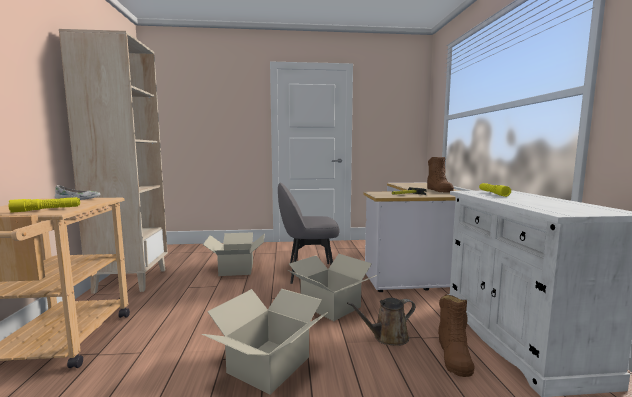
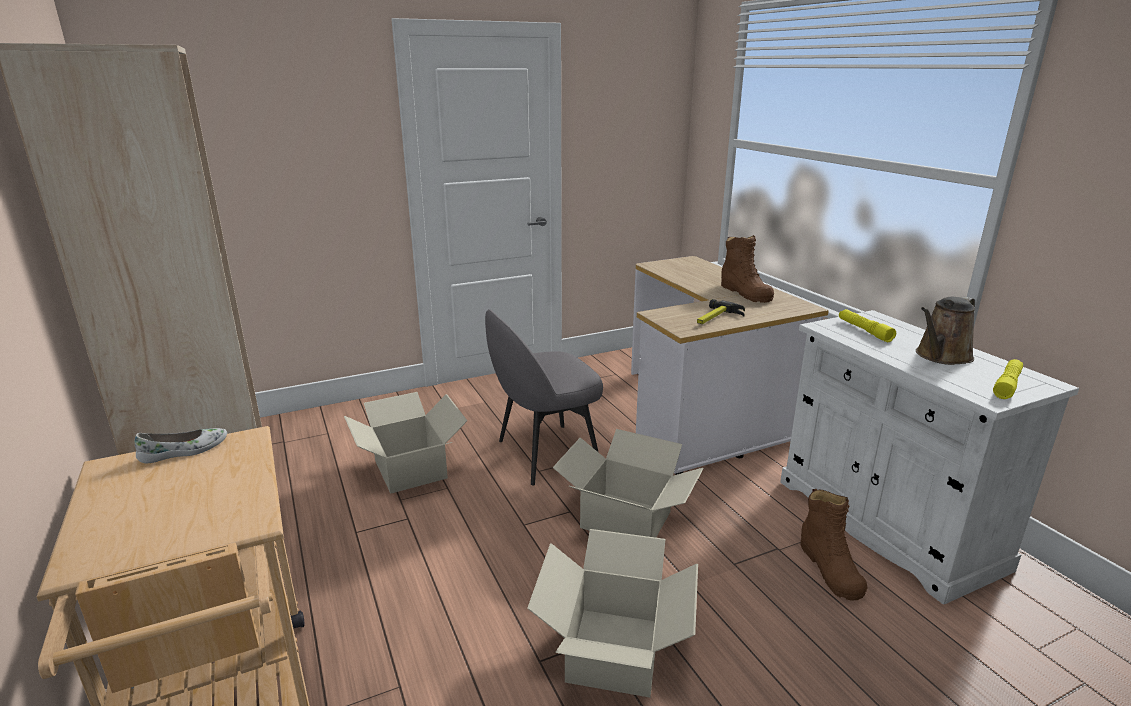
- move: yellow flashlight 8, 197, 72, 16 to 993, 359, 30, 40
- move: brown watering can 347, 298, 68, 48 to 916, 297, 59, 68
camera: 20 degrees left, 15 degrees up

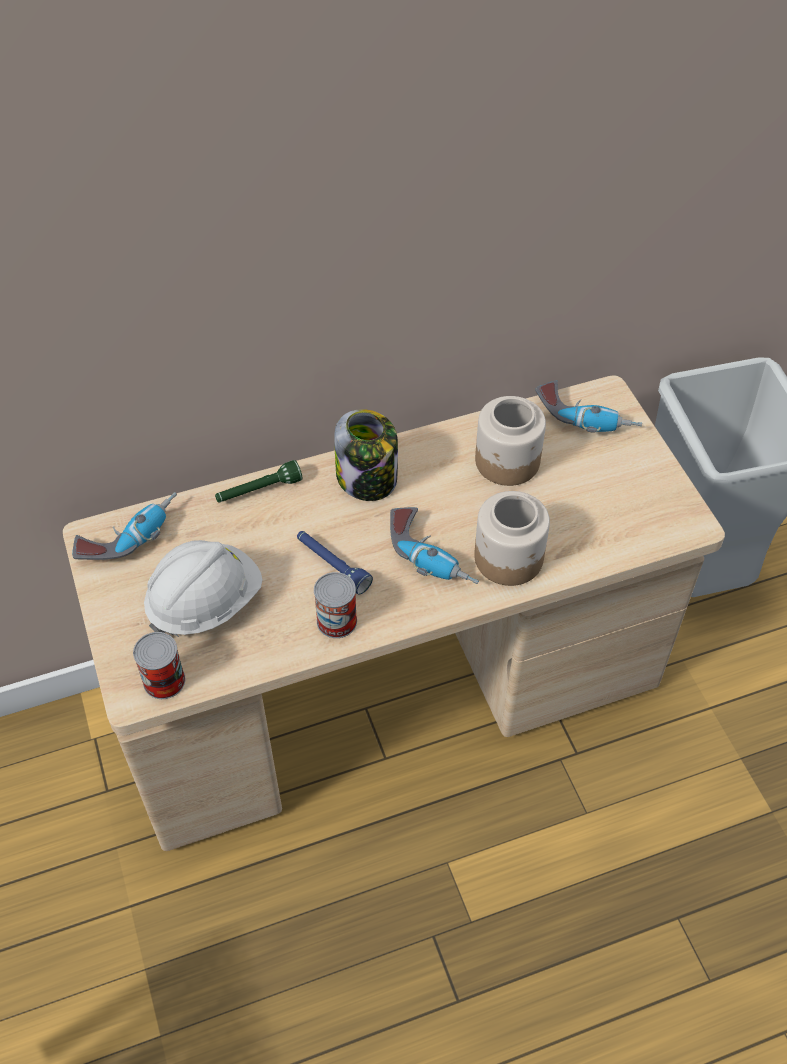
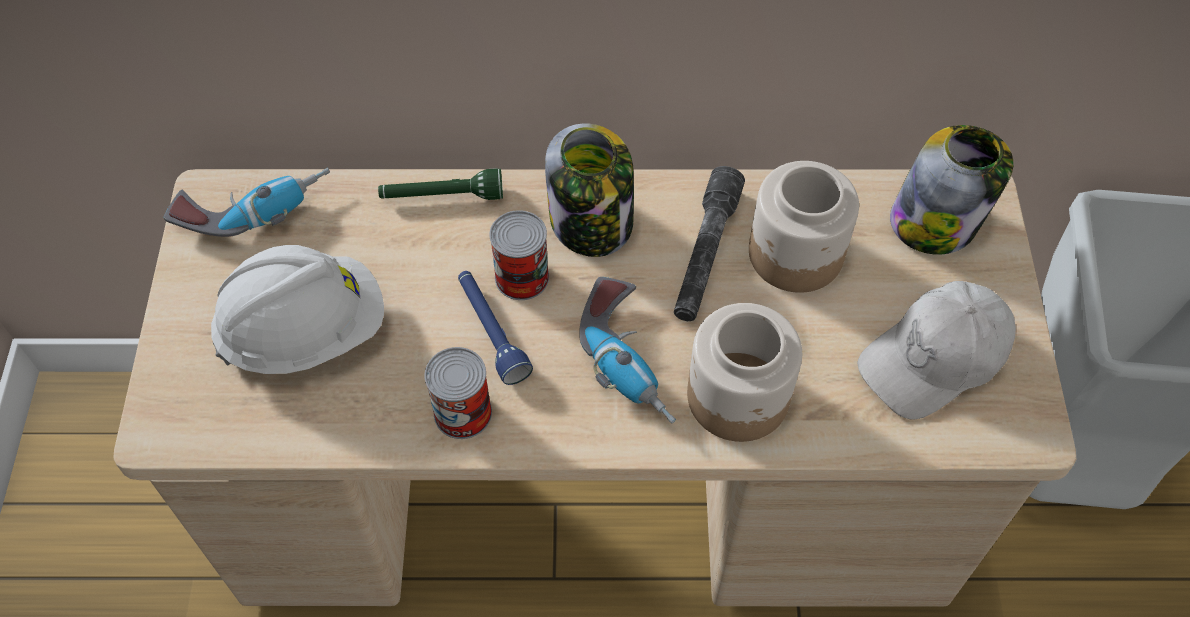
- insert: grey flashlight 674, 166, 71, 155
- insert: white cap 857, 281, 159, 139
- move: can 133, 632, 52, 67 to 489, 210, 60, 90
- replace: power drill 535, 380, 107, 53 to jar 890, 125, 123, 130
camera: 20 degrees right, 5 degrees up

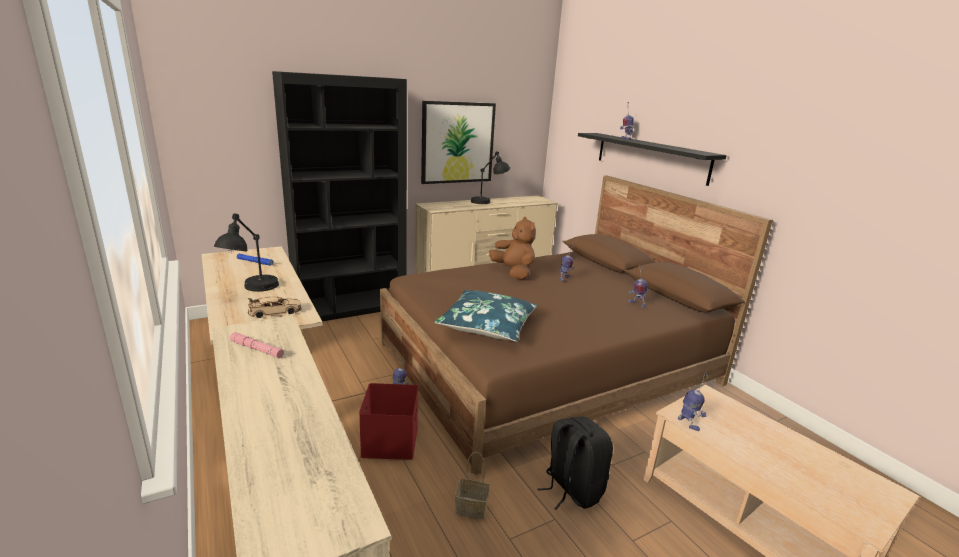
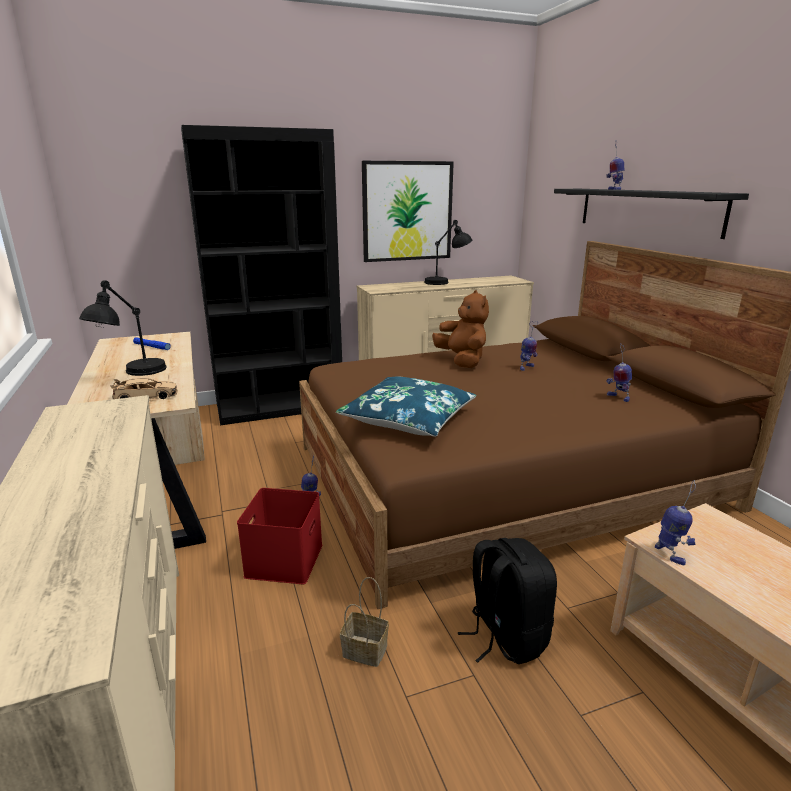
- delete: pink flashlight 230, 332, 54, 26
camera: 10 degrees right, 0 degrees up

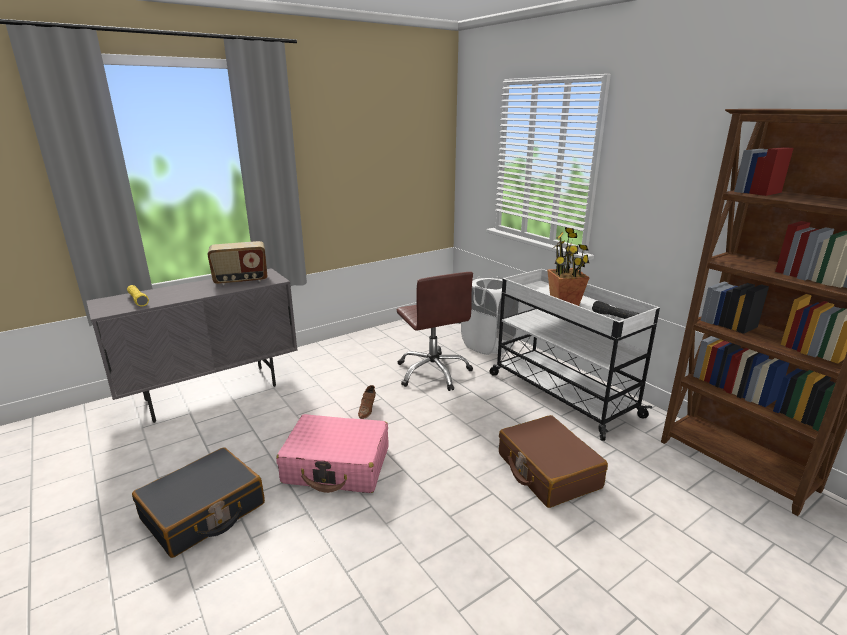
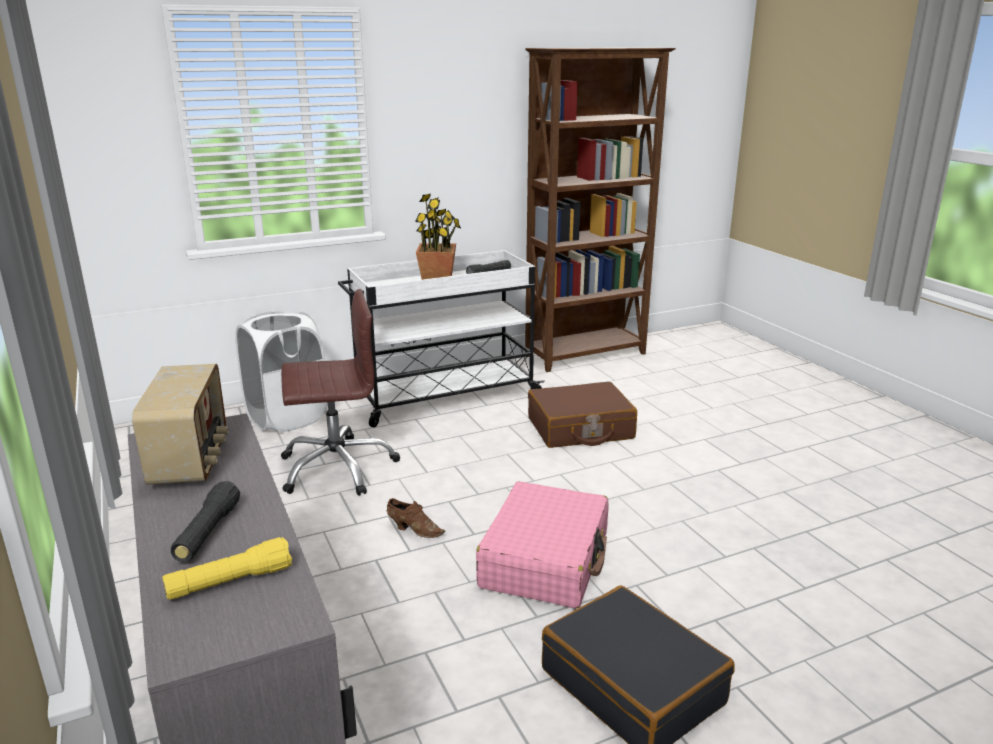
- insert: black flashlight 171, 481, 69, 81
camera: 80 degrees left, 0 degrees up

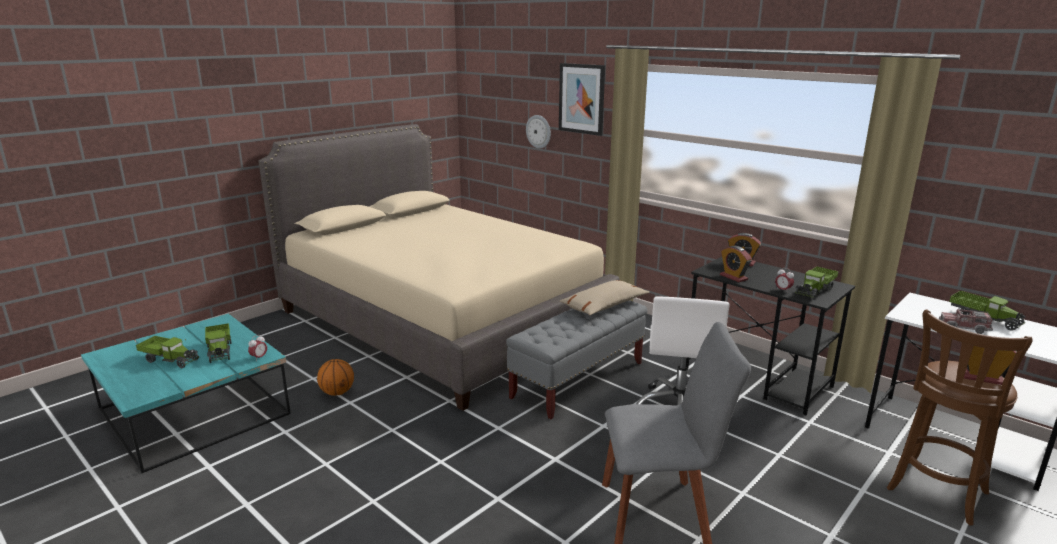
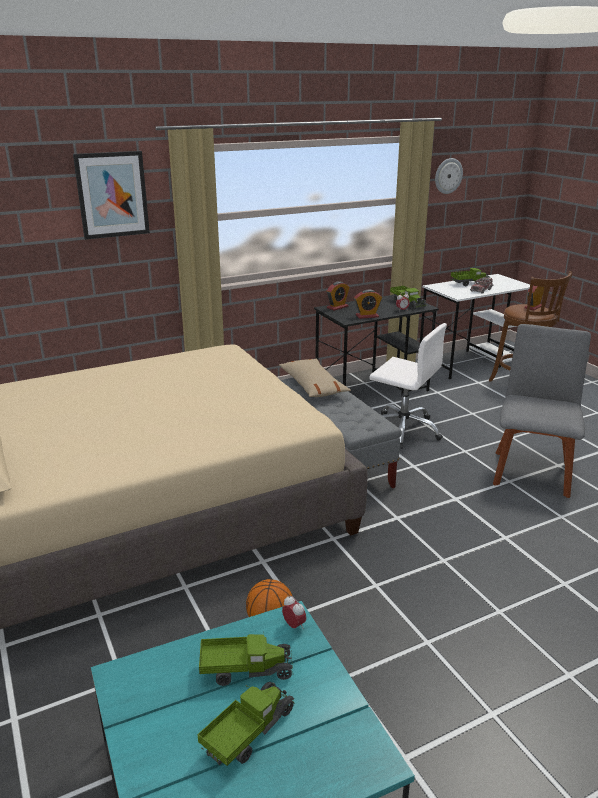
- move: wall clock 526, 115, 25, 34 to 435, 158, 28, 36
camera: 70 degrees left, 5 degrees up

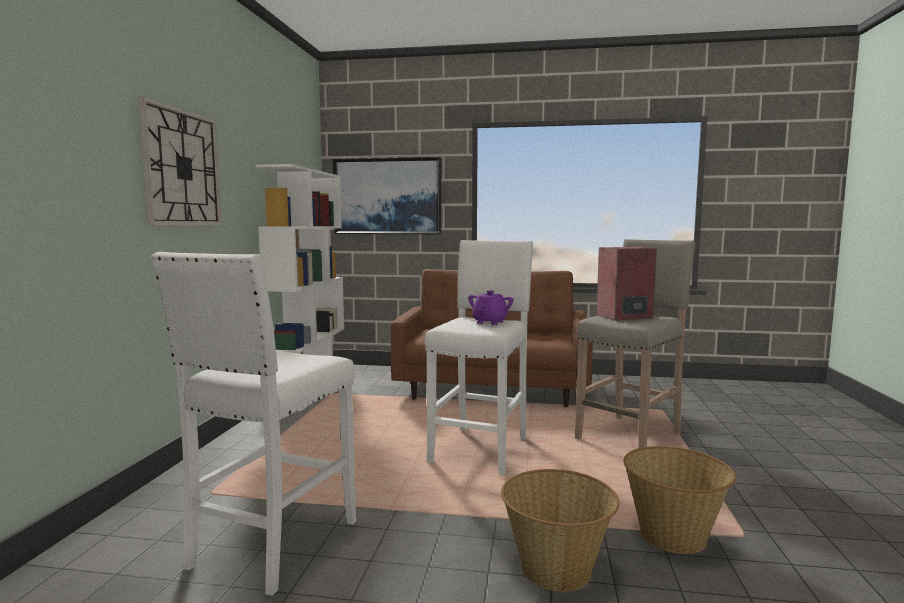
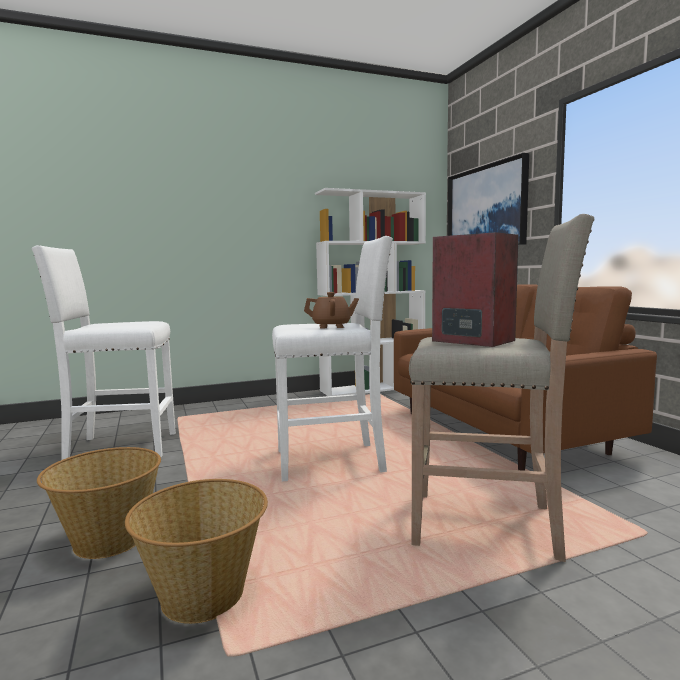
- delete: wall clock 138, 97, 84, 129
- recolor: purple teapot 468, 290, 45, 35 to brown teapot 304, 292, 55, 37
camera: 60 degrees right, 0 degrees up

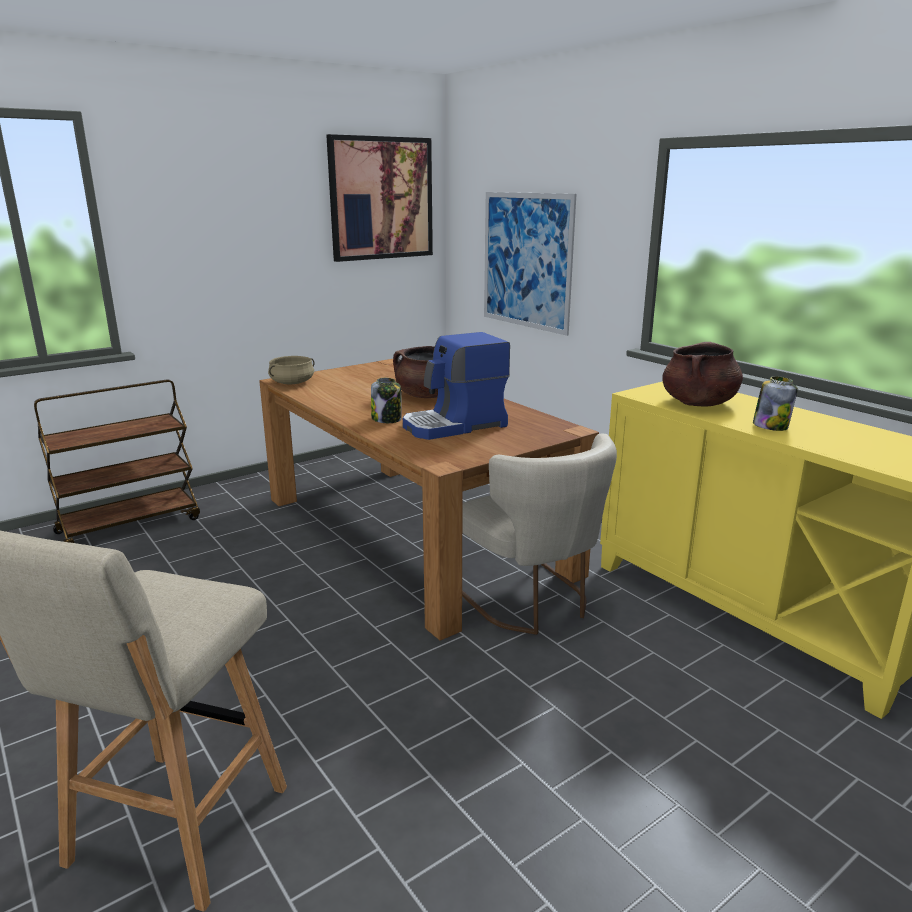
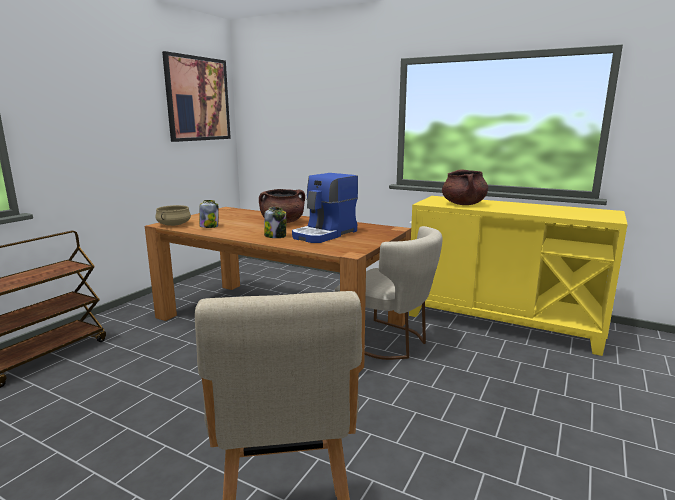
- delete: picture 484, 192, 92, 144
- move: jar 753, 376, 45, 55 to 199, 200, 19, 28
camera: 25 degrees left, 5 degrees down

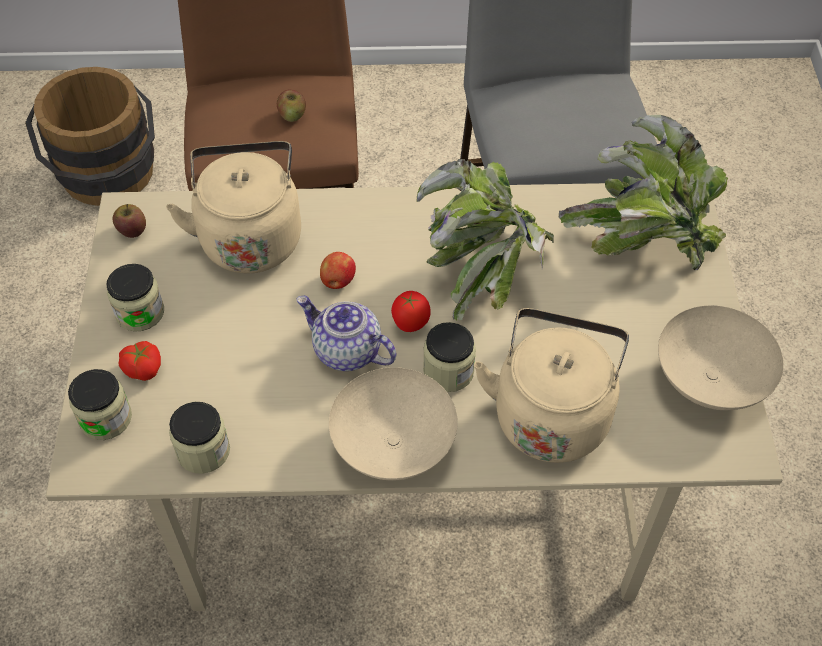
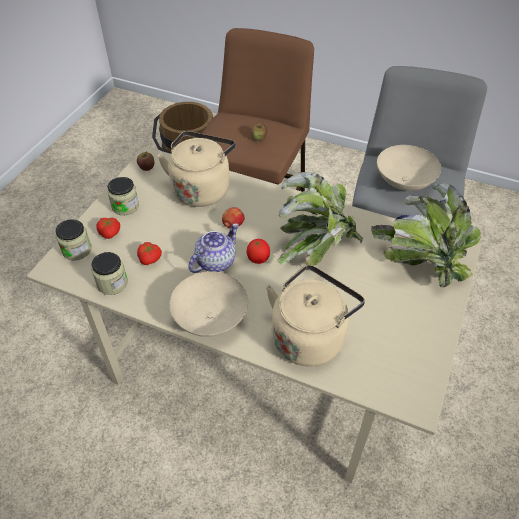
- delete: jar 423, 322, 53, 70
- insert: tomato 137, 242, 25, 23
- move: beige bowl 658, 305, 126, 105 to 377, 145, 64, 46
- rotate: teapot 297, 296, 99, 75 = 189, 223, 50, 50 75 degrees clockwise
camera: 25 degrees right, 5 degrees down

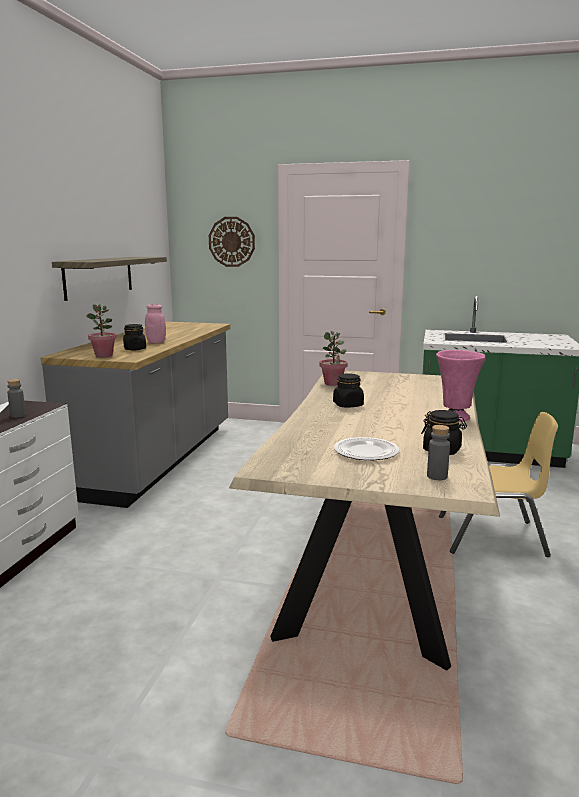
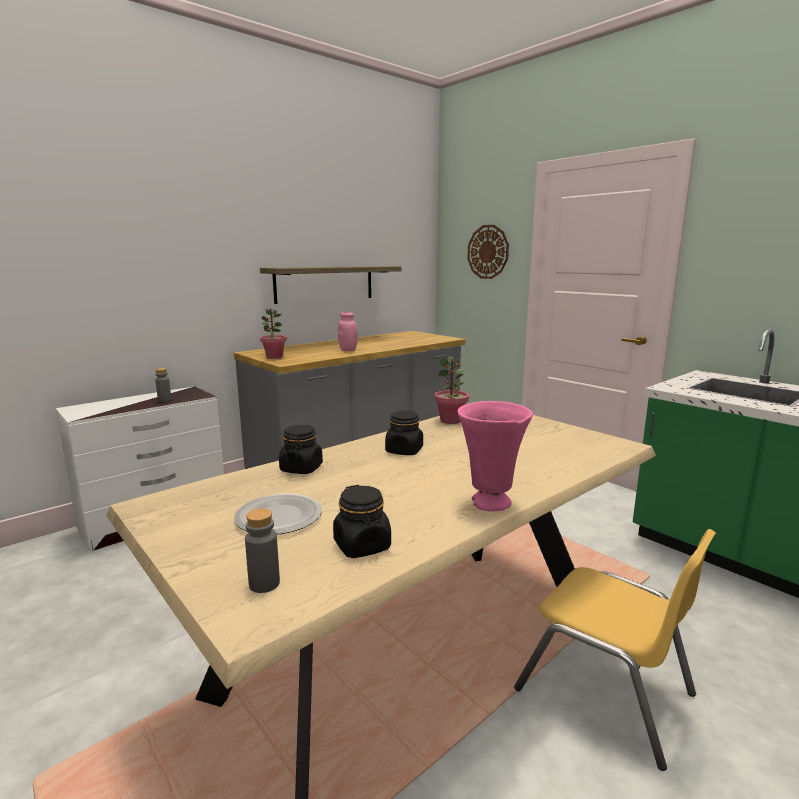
- move: black jar 123, 324, 23, 26 to 279, 425, 44, 49
camera: 35 degrees right, 0 degrees up

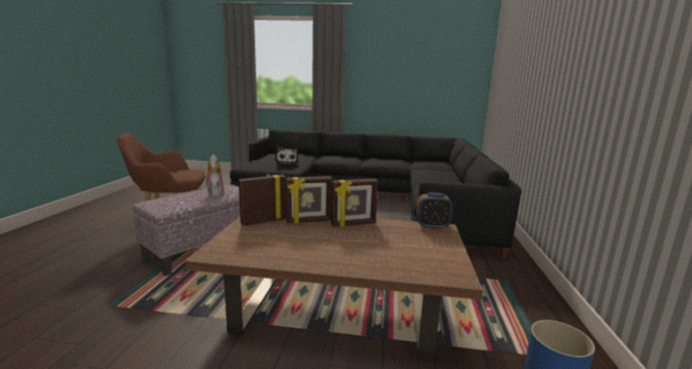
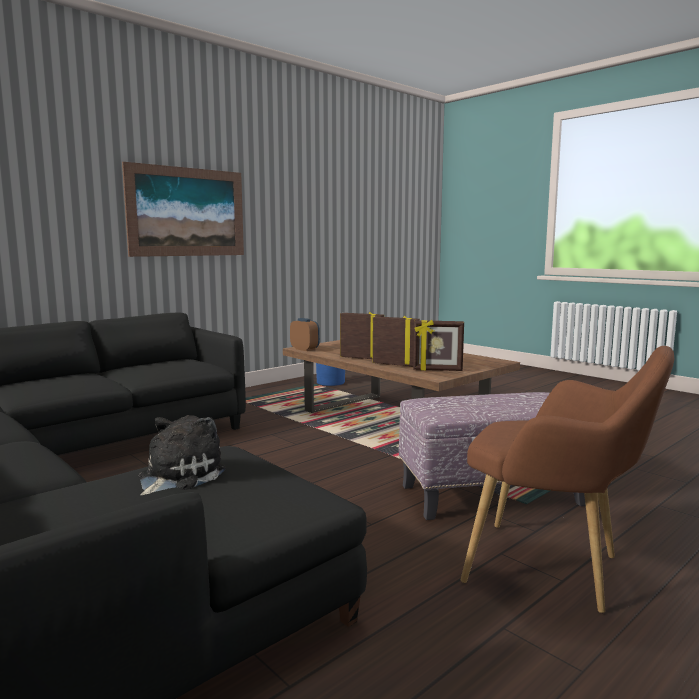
- delete: plush toy 204, 155, 20, 41
- insert: picture 122, 162, 122, 95
camera: 140 degrees left, 5 degrees down

